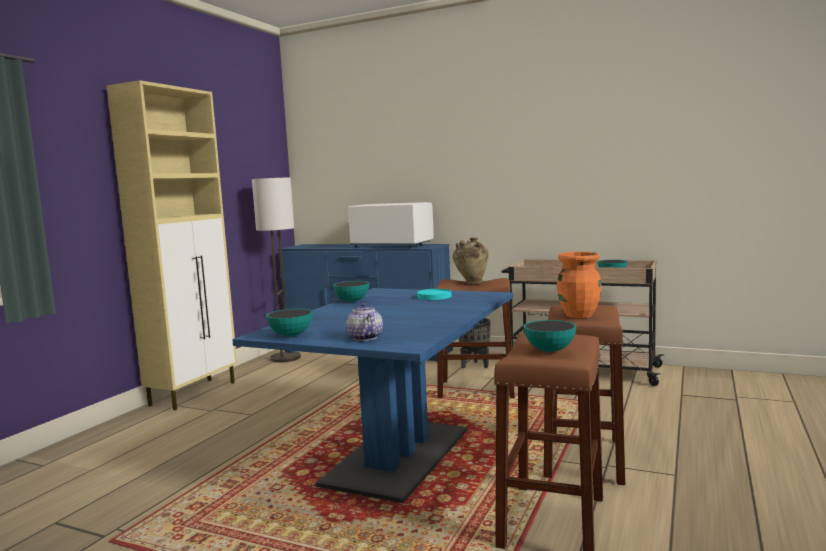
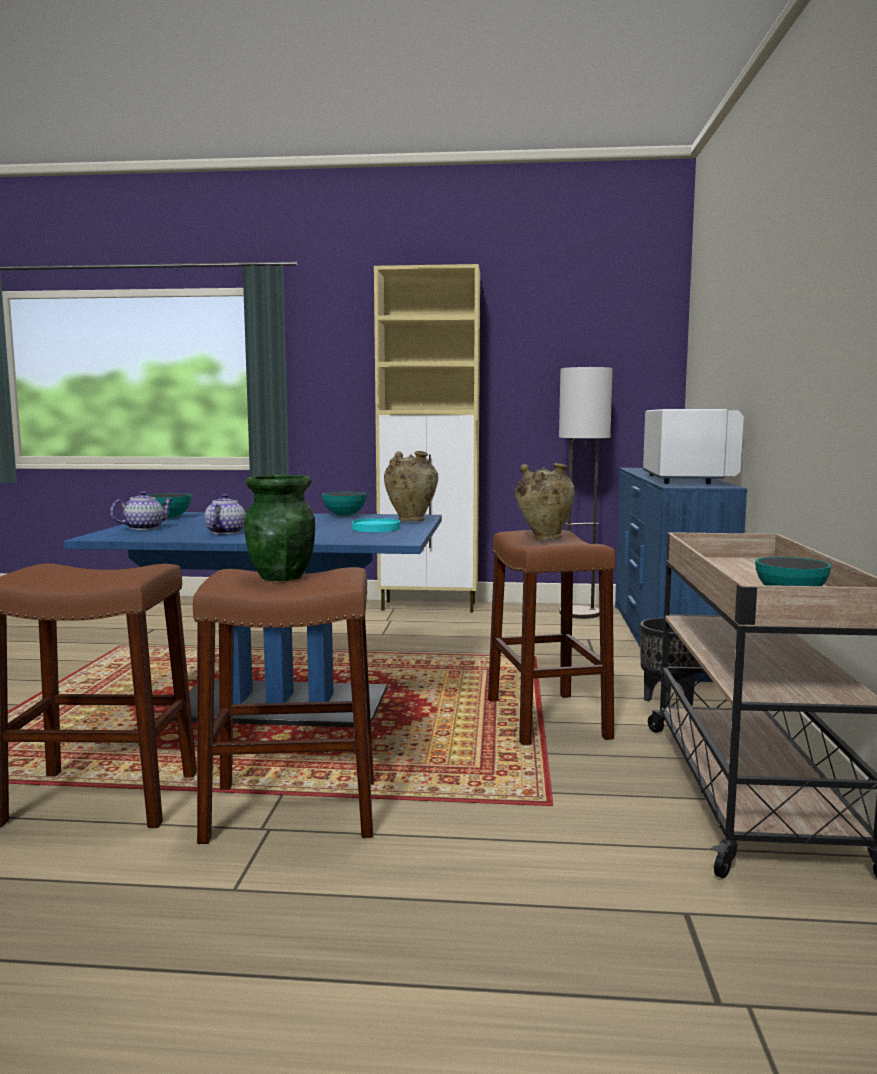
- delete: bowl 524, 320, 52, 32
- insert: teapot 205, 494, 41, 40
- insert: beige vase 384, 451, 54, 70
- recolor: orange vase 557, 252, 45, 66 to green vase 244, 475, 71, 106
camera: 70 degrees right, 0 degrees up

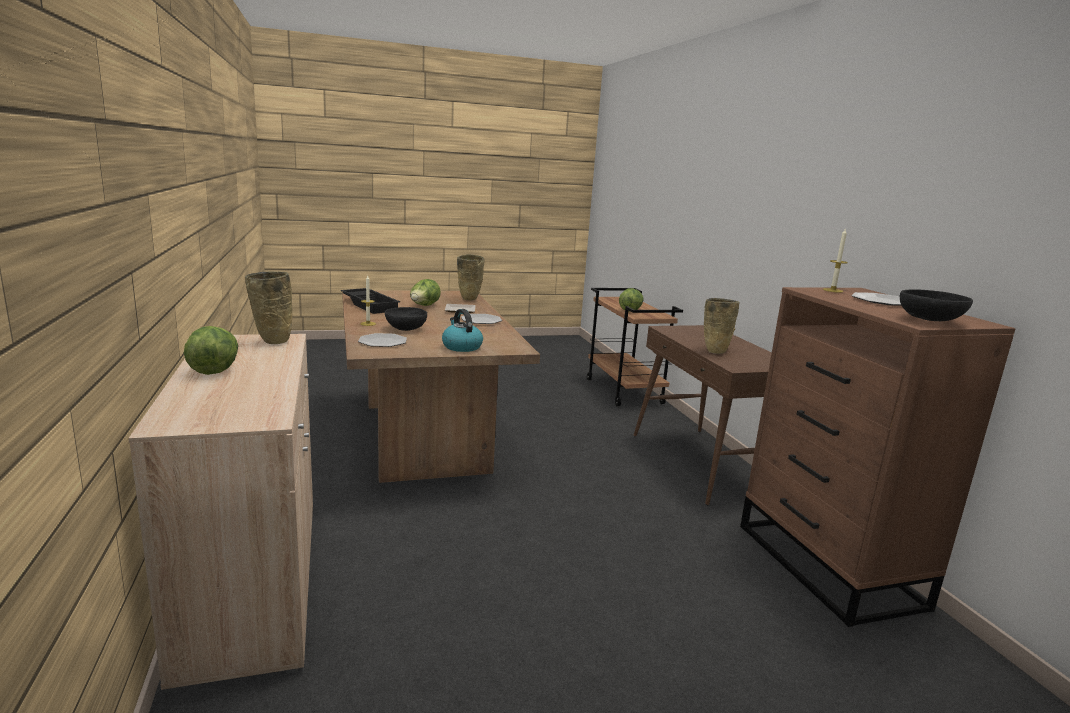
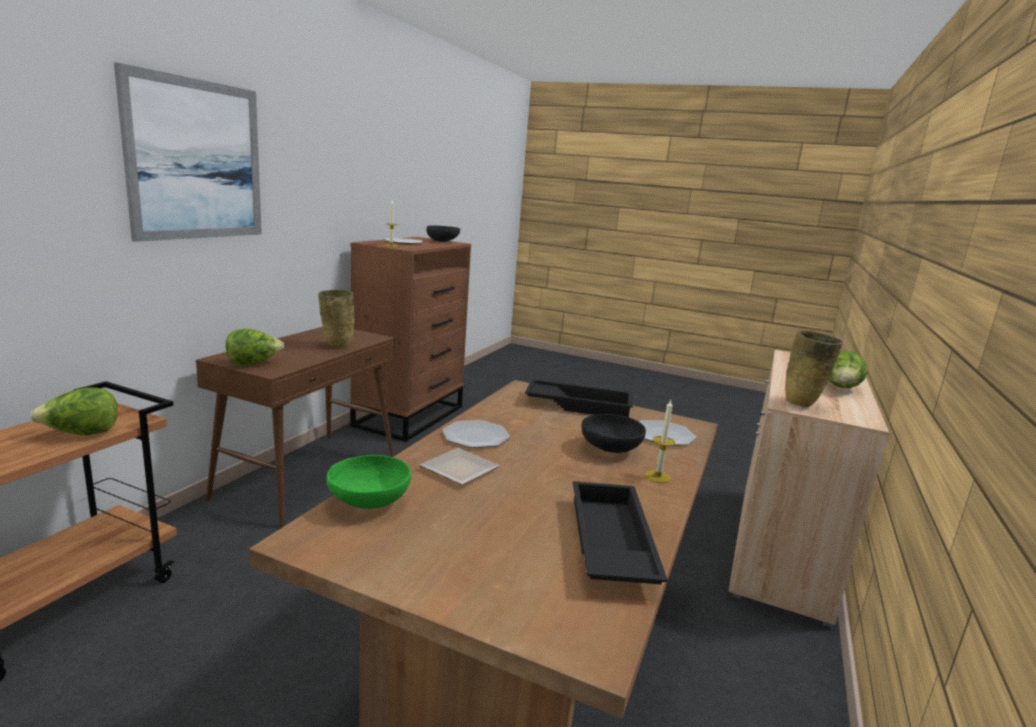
- insert: picture 114, 62, 148, 180
- move: lettuce 410, 279, 31, 27 to 226, 329, 58, 37
- replace: kettle 442, 309, 41, 43 to black tray 525, 379, 108, 38
- replace: beige vase 457, 254, 28, 47 to green bowl 326, 455, 85, 54
camera: 140 degrees left, 0 degrees up

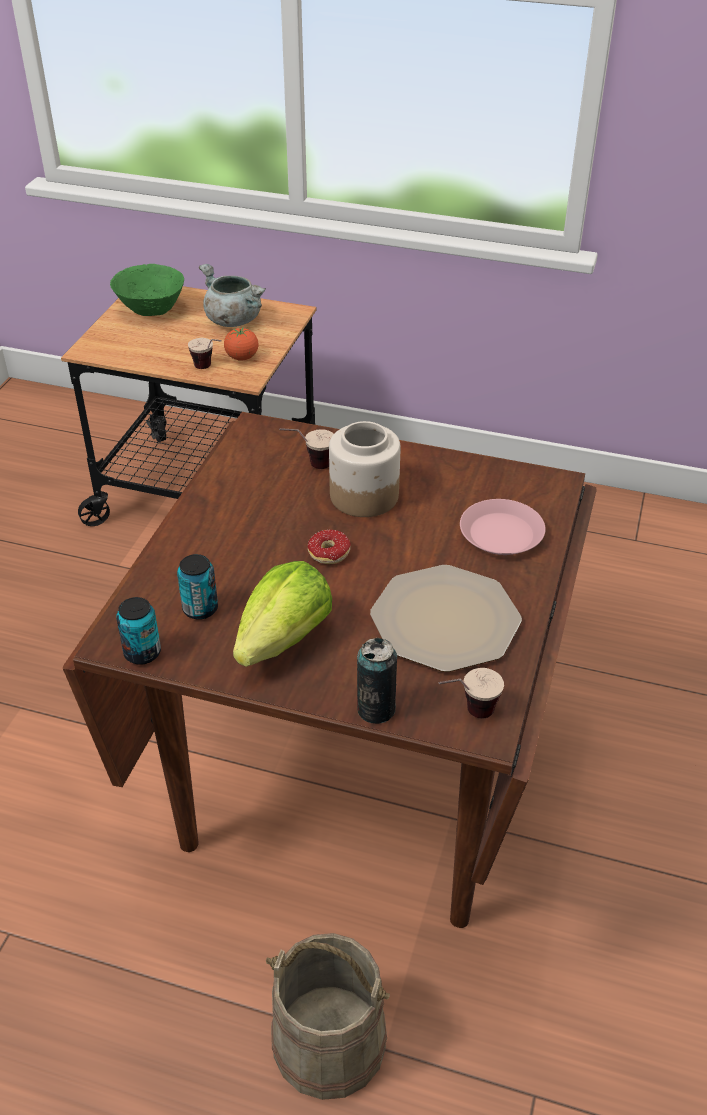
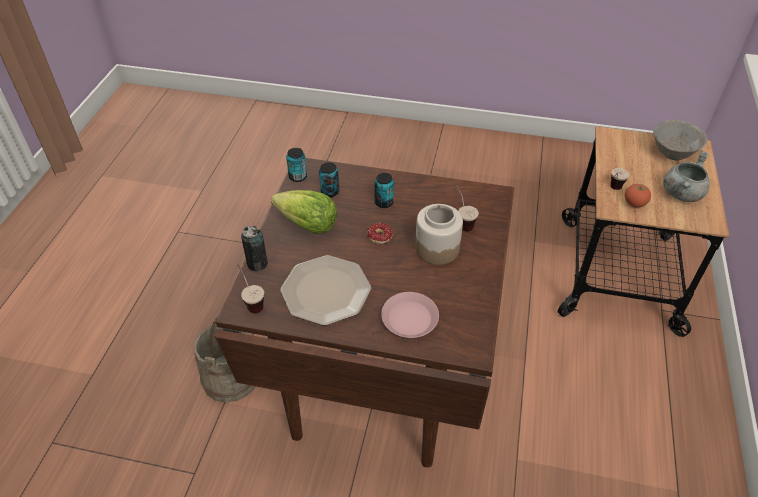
- insert: can 375, 173, 19, 35
- recolor: green bowl 110, 264, 74, 52 to grey bowl 653, 120, 54, 41
camera: 85 degrees right, 5 degrees up

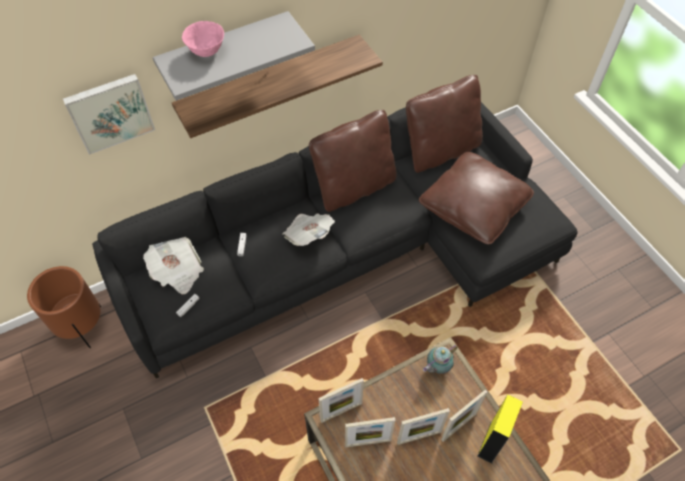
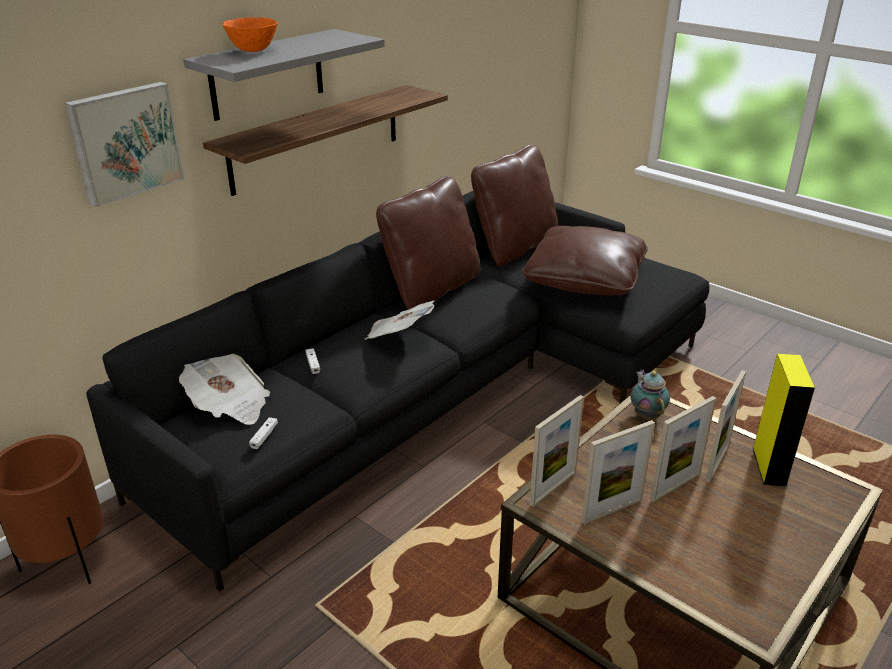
- recolor: pink bowl 182, 21, 42, 36 to orange bowl 222, 17, 56, 35
- rotate: teapot 423, 345, 35, 29 = 631, 369, 39, 50 135 degrees clockwise
camera: 20 degrees left, 25 degrees down

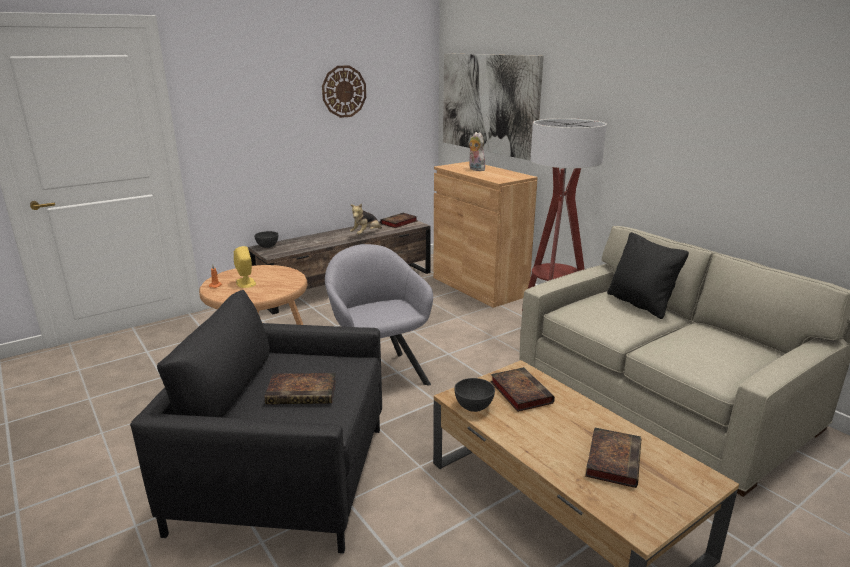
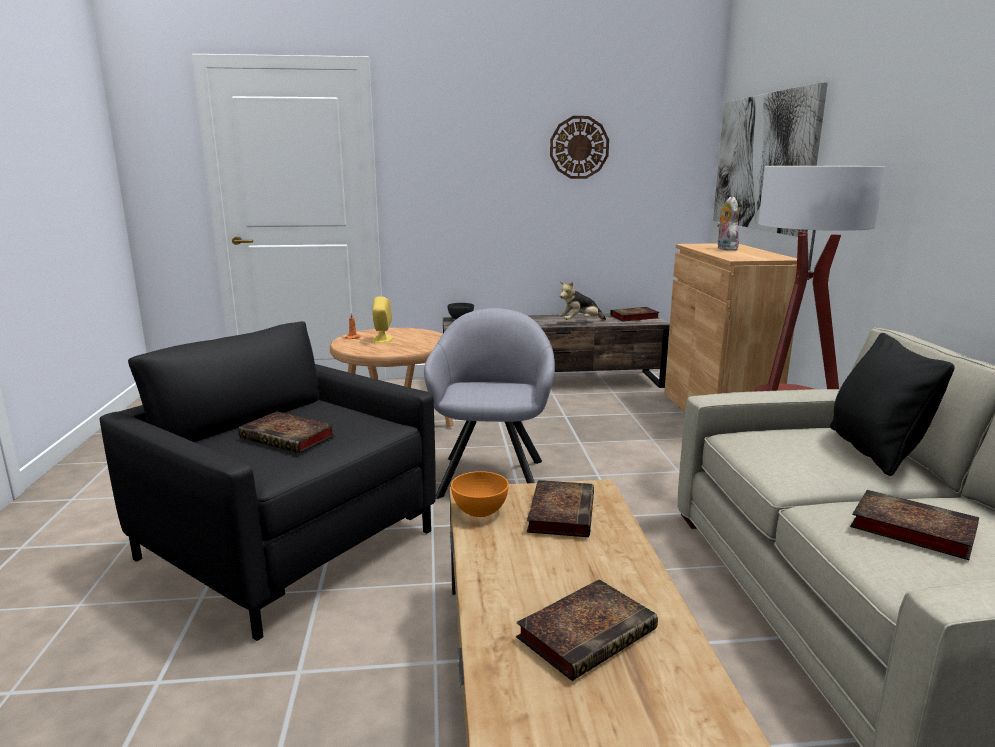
- insert: book 850, 490, 129, 70
- recolor: grey bowl 454, 378, 41, 34 to orange bowl 451, 471, 58, 46
camera: 30 degrees right, 5 degrees down

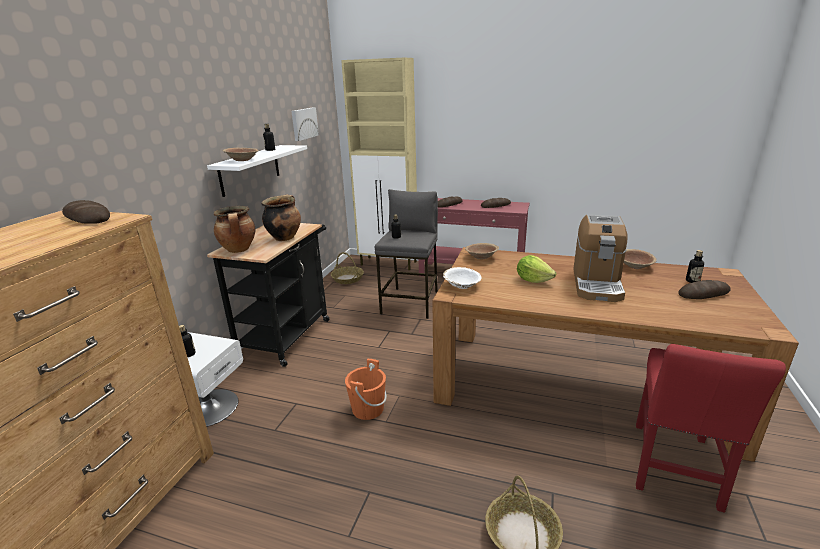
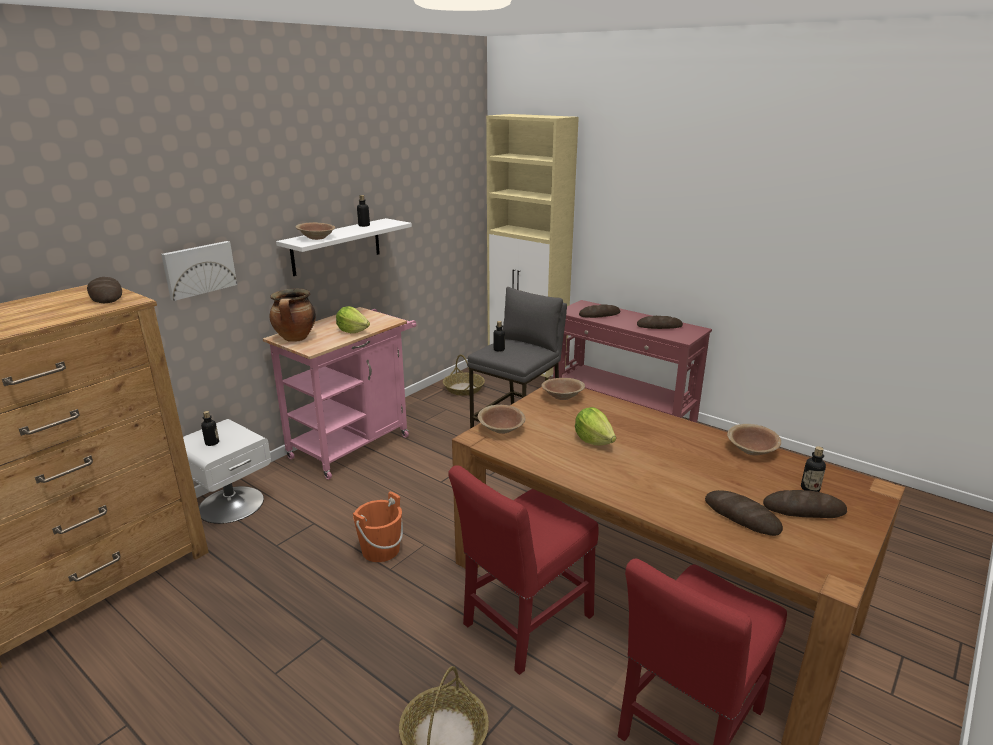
- delete: coffee machine 573, 215, 55, 87
- insert: red chair 448, 465, 151, 210
- insert: bread 705, 490, 78, 46
- move: picture 291, 107, 28, 34 to 161, 241, 76, 60
- replace: cooking pot 262, 194, 39, 47 to lettuce 336, 306, 34, 27
- recolor: black cart 207, 223, 122, 144 to pink cart 263, 307, 153, 172
- recolor: white bowl 443, 267, 39, 22 to brown bowl 478, 405, 47, 29
camera: 20 degrees right, 0 degrees up

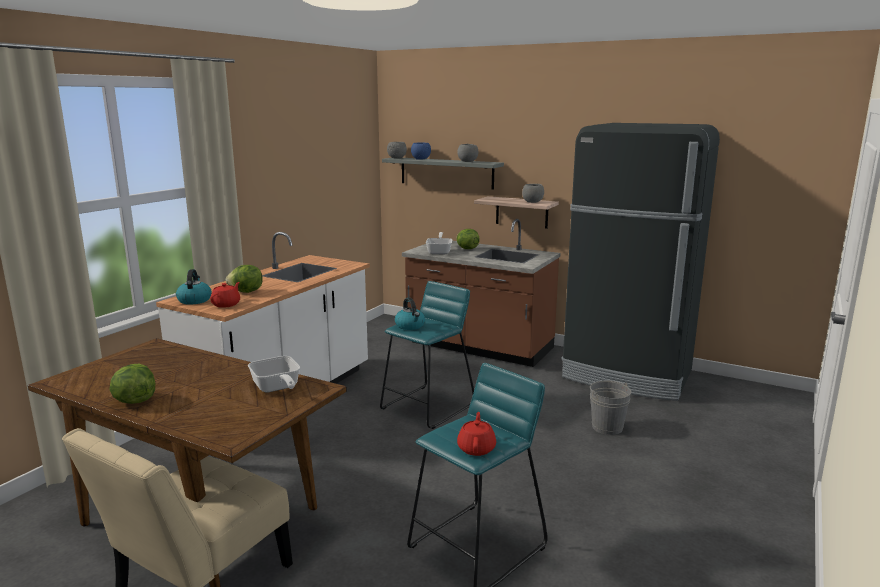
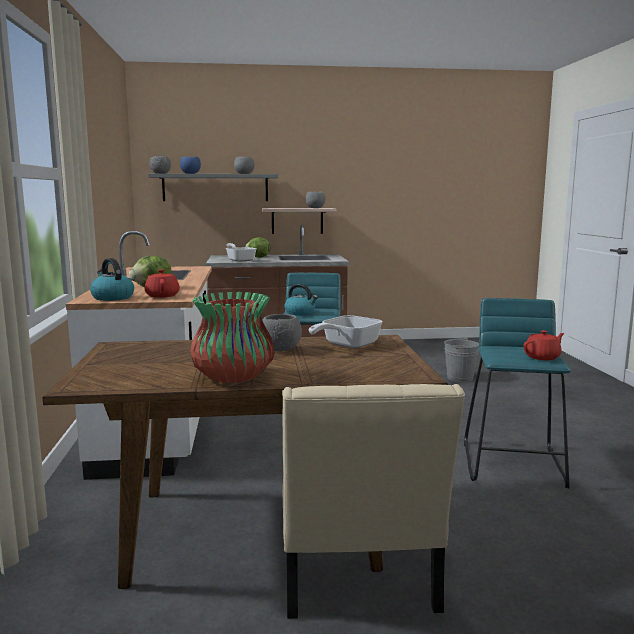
- delete: black fridge 562, 123, 158, 278
- insert: grey bowl 262, 314, 40, 37
- replace: lettuce 110, 364, 45, 40 to vase 190, 292, 85, 91
- rotate: frying pan 248, 356, 52, 37 = 308, 315, 75, 33 105 degrees clockwise
- rotate: red teapot 457, 412, 39, 44 = 524, 330, 41, 30 90 degrees clockwise
camera: 35 degrees left, 5 degrees down

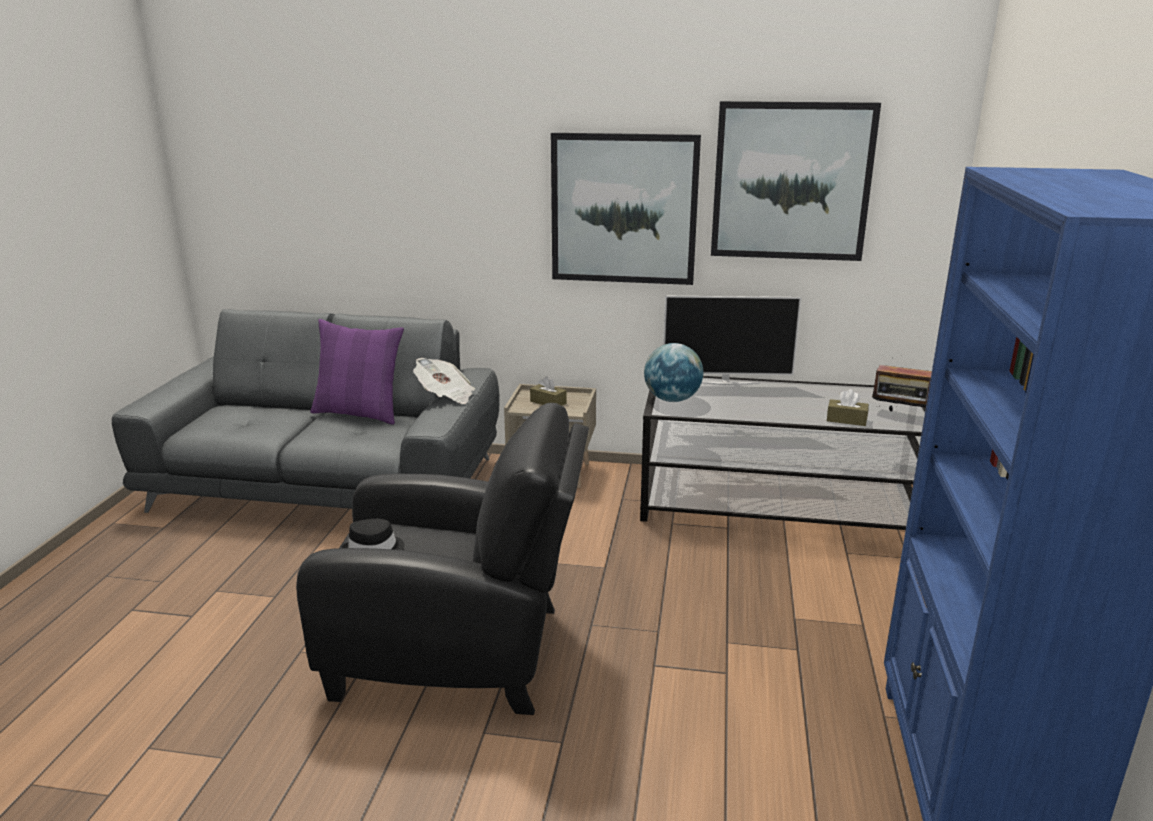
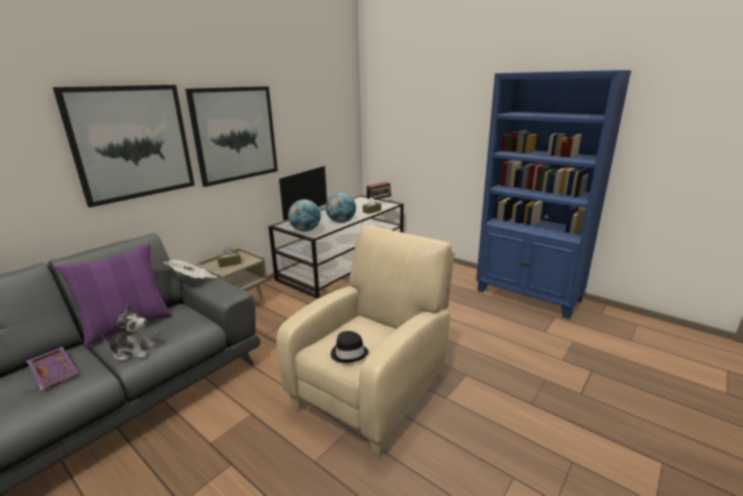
- insert: purple tray 27, 347, 52, 43
- insert: plush toy 102, 306, 54, 55
- insert: globe 326, 193, 30, 30
- move: picture 711, 101, 170, 160 to 53, 85, 142, 123
- recolor: black armchair 296, 403, 293, 312 to beige armchair 276, 226, 179, 231
camera: 60 degrees left, 0 degrees up

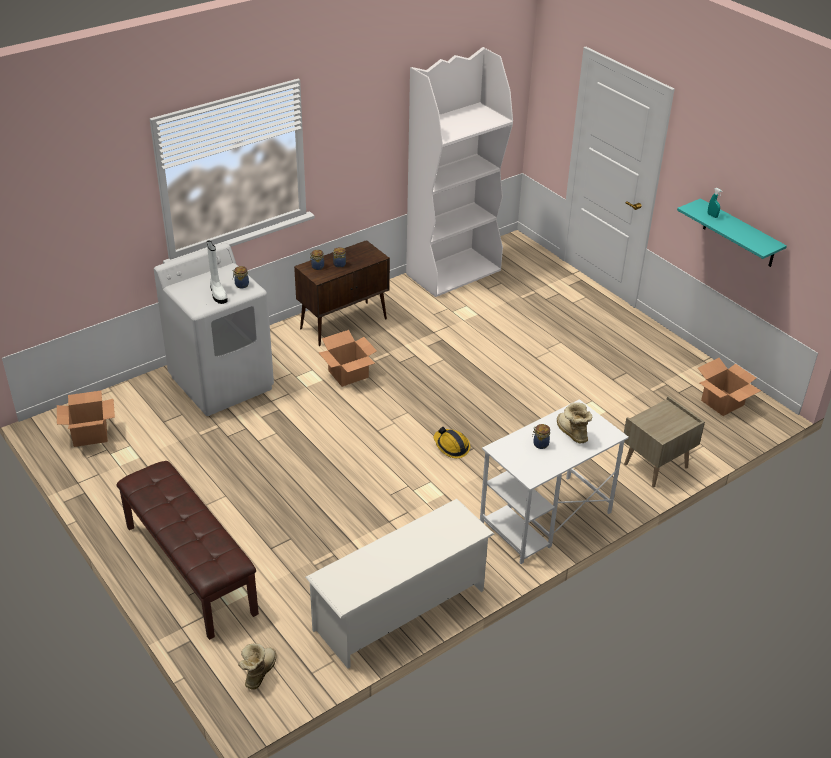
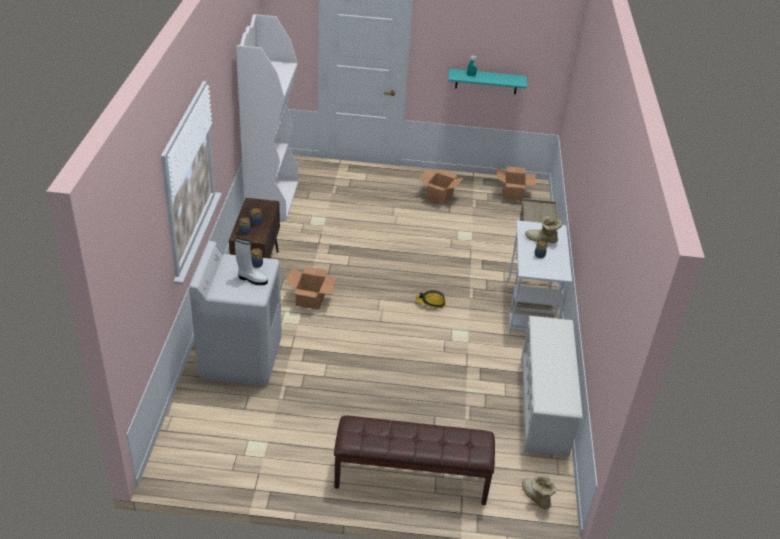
- move: cardboard box 57, 391, 58, 56 to 419, 169, 44, 36
camera: 50 degrees left, 0 degrees up

